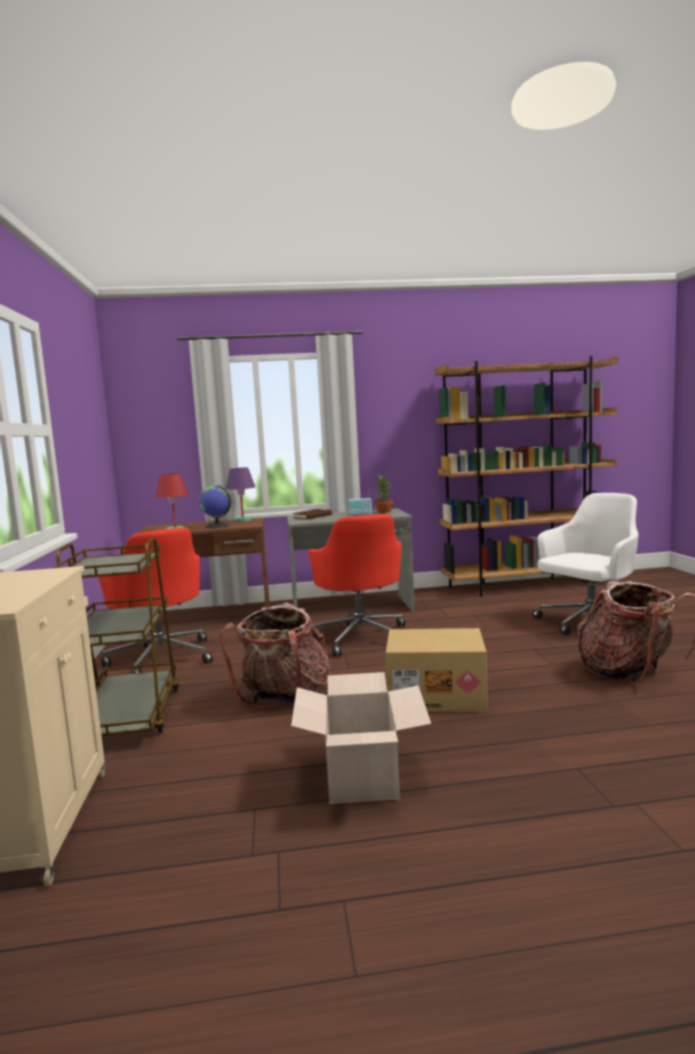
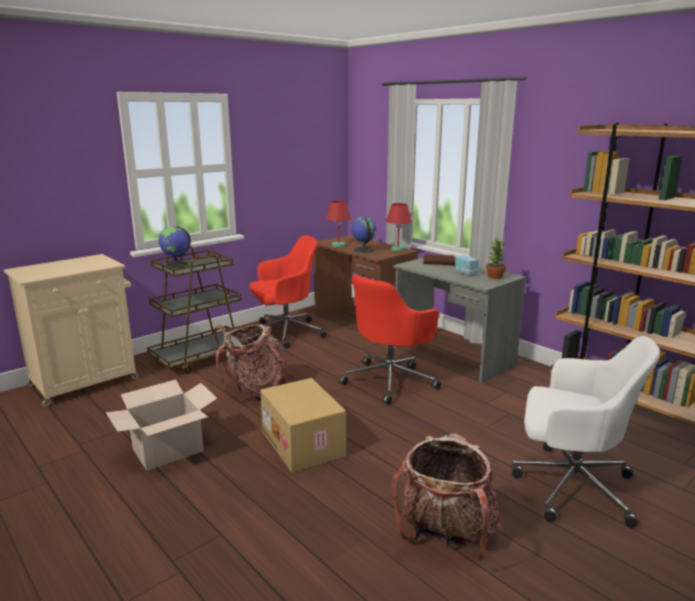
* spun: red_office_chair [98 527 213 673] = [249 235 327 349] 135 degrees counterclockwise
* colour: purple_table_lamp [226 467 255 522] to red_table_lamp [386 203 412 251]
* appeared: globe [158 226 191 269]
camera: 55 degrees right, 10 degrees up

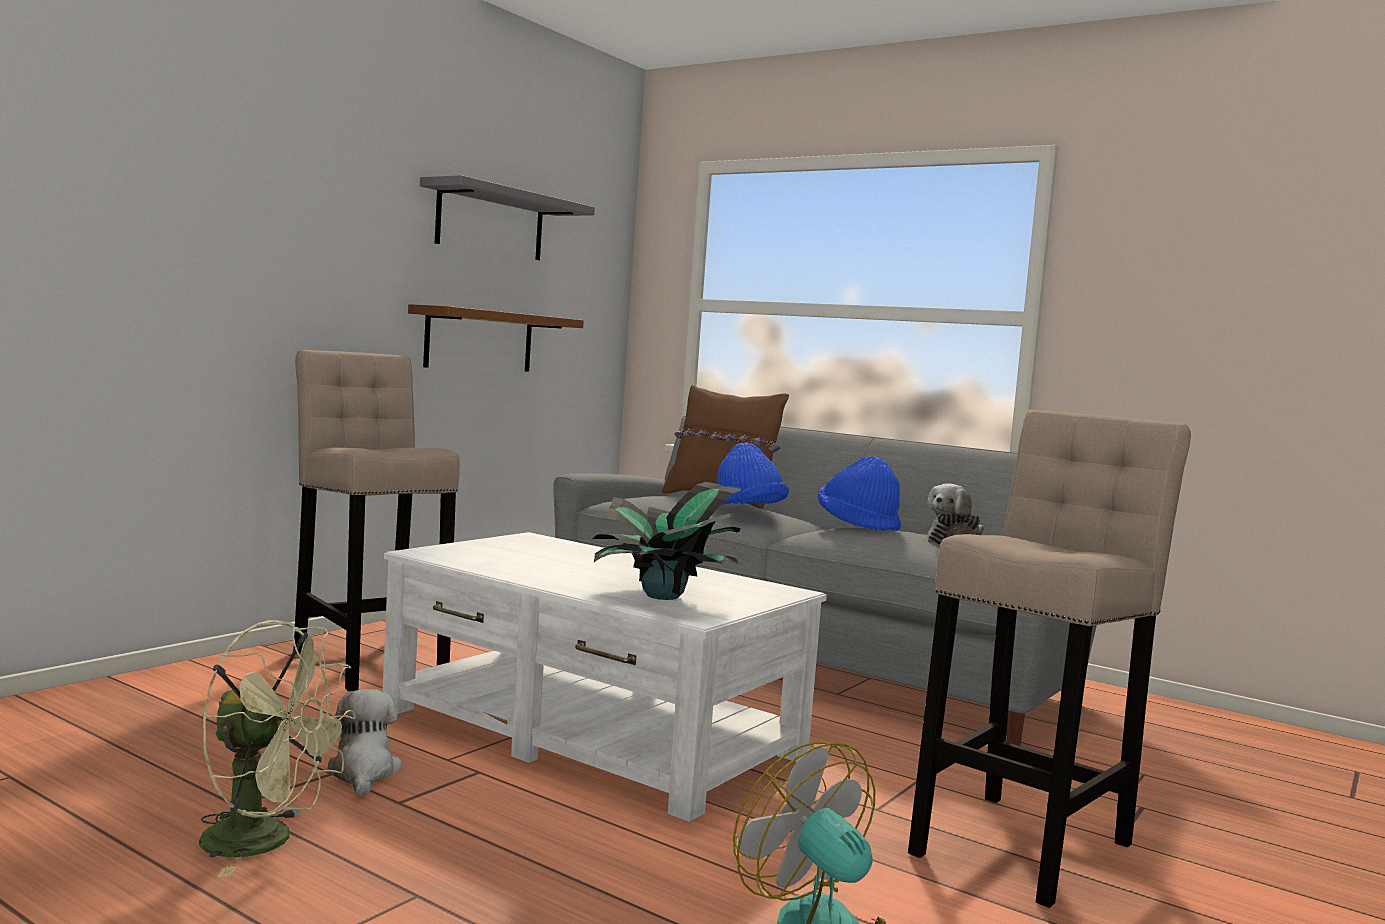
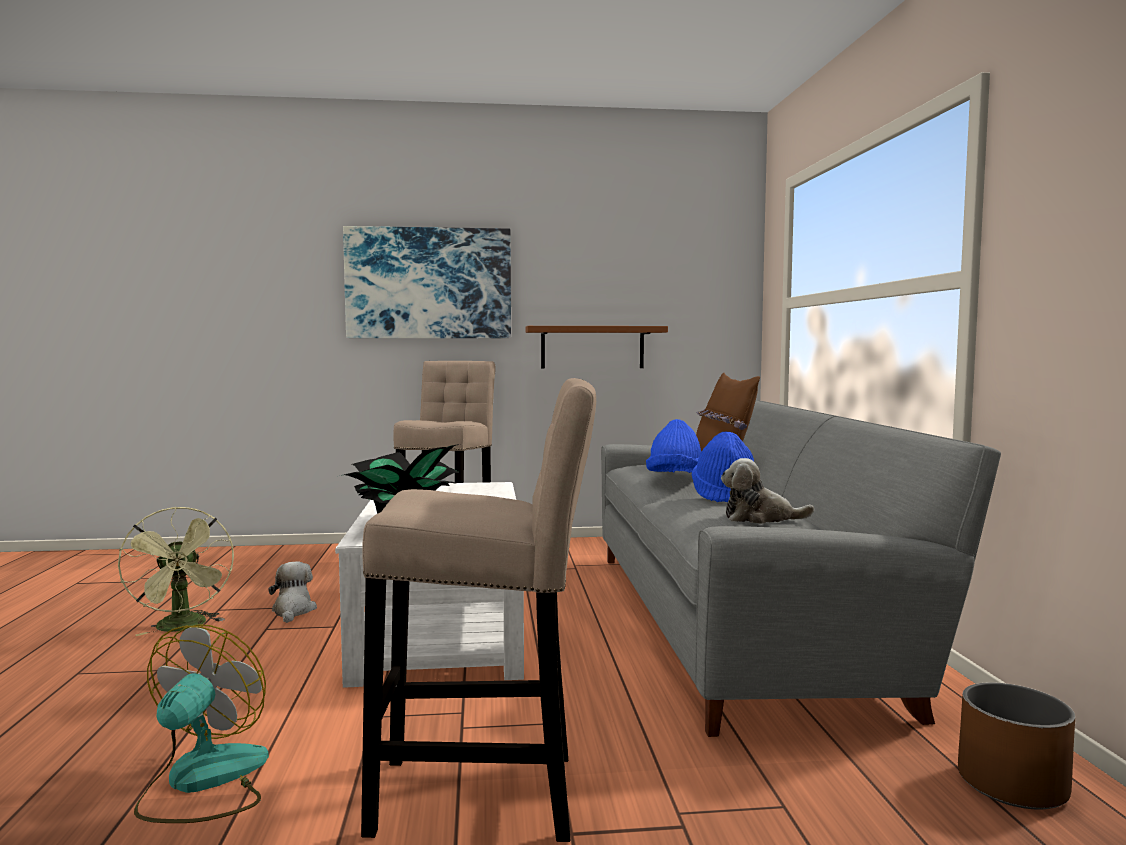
* spun: plush_toy [327 689 402 796] = [268 561 317 623] 45 degrees counterclockwise
* missing: grey_shelf [420 175 595 260]
* appeared: picture [343 226 511 338]
* appeared: brown_planter [958 682 1075 810]
camera: 50 degrees right, 0 degrees up

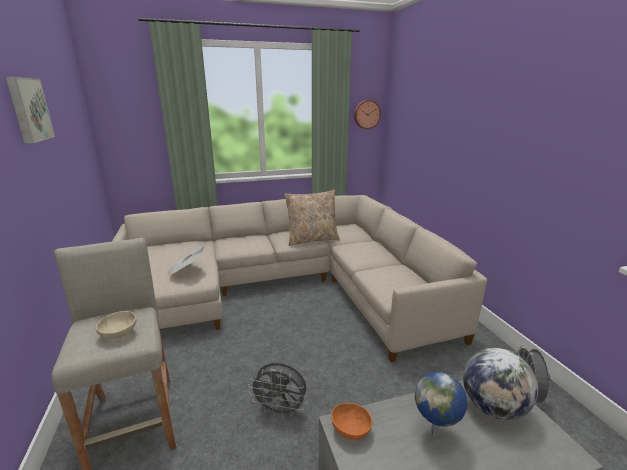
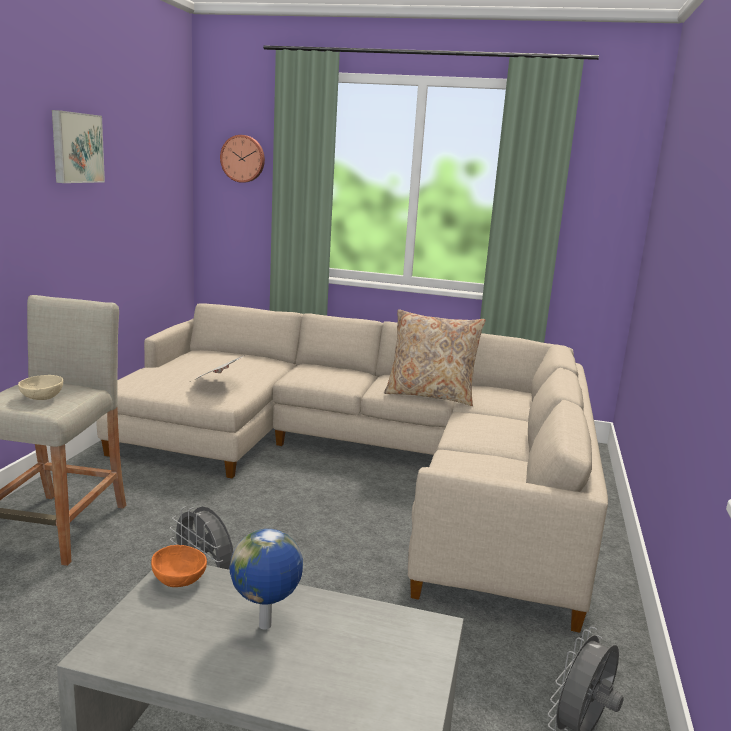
* relocated: wall_clock [354 100 381 129] to [220 135 265 183]
* missing: globe [463 348 538 420]
camera: 30 degrees right, 5 degrees down

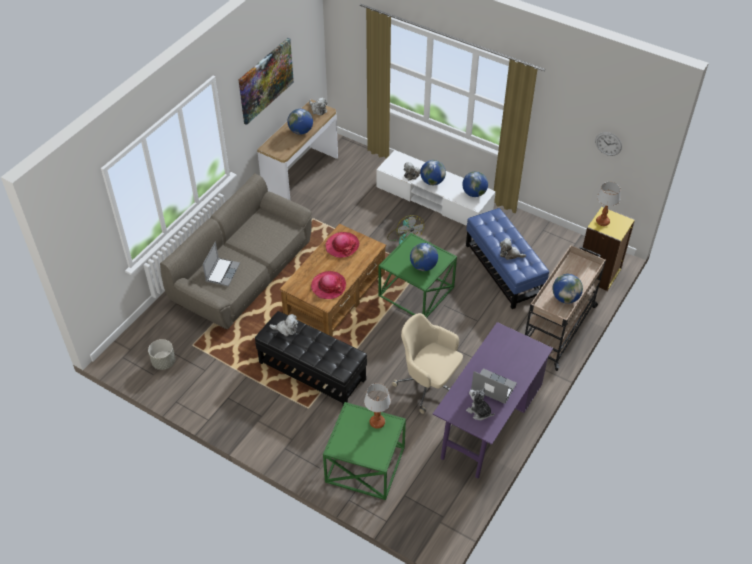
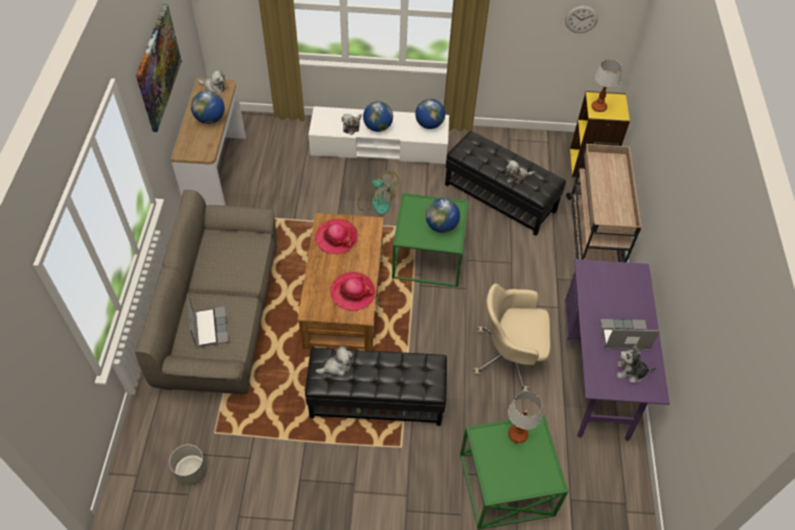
* colour: blue_ottoman [466 208 549 309] to black_ottoman [445 131 566 236]
* missing: globe [552 274 583 304]
camera: 30 degrees left, 5 degrees up

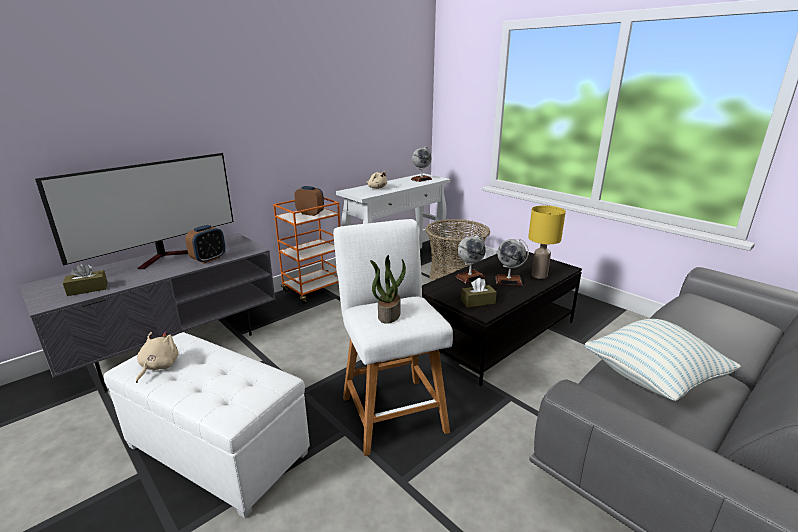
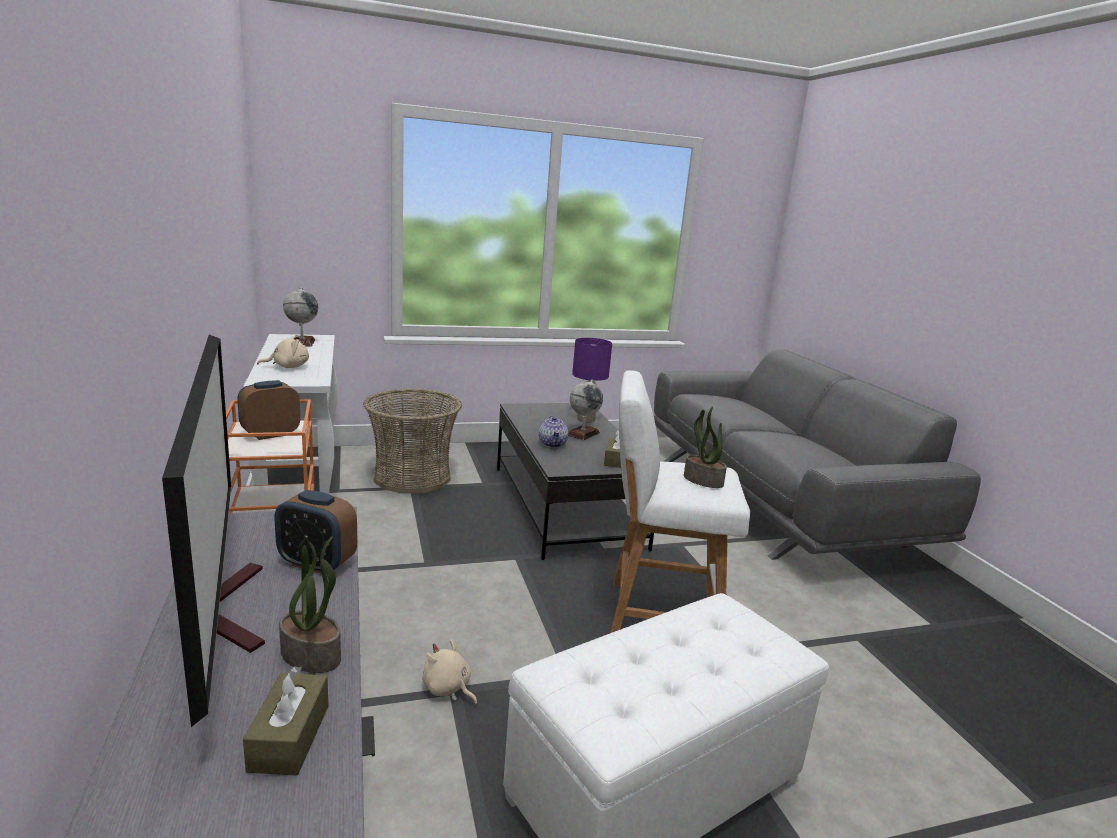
* relocated: beige_plush_toy [136 331 178 383] to [422 640 477 705]
* spun: alarm_clock [185 225 225 263] = [274 490 357 574] 135 degrees clockwise
* exchanged: globe [455 234 486 283] to teapot [539 416 568 448]
* colour: yellow_table_lamp [528 205 566 279] to purple_table_lamp [572 338 612 423]
* missing: pillow [584 319 741 401]
* appeared: potted_plant [279 536 341 673]
camera: 65 degrees left, 5 degrees down

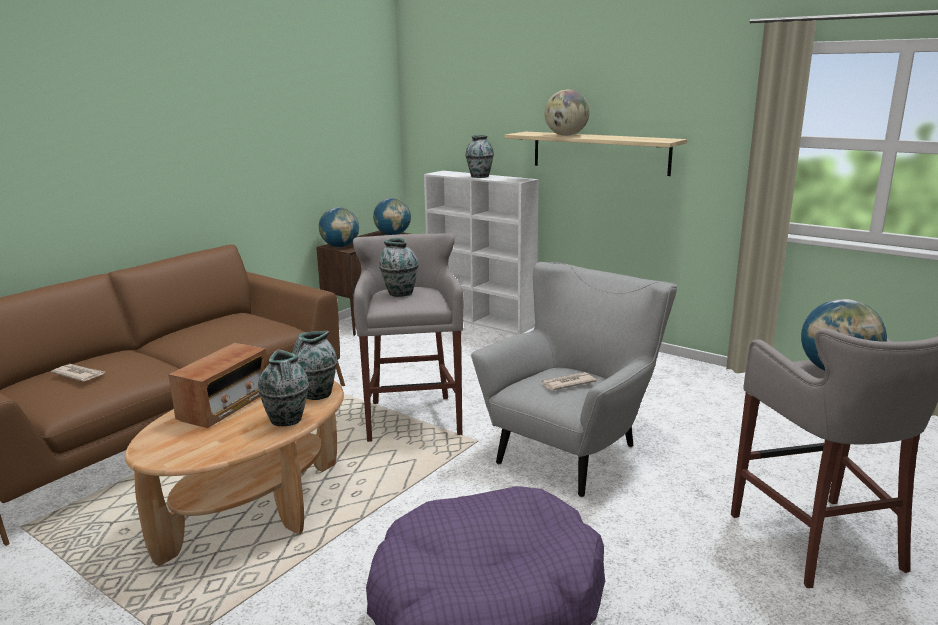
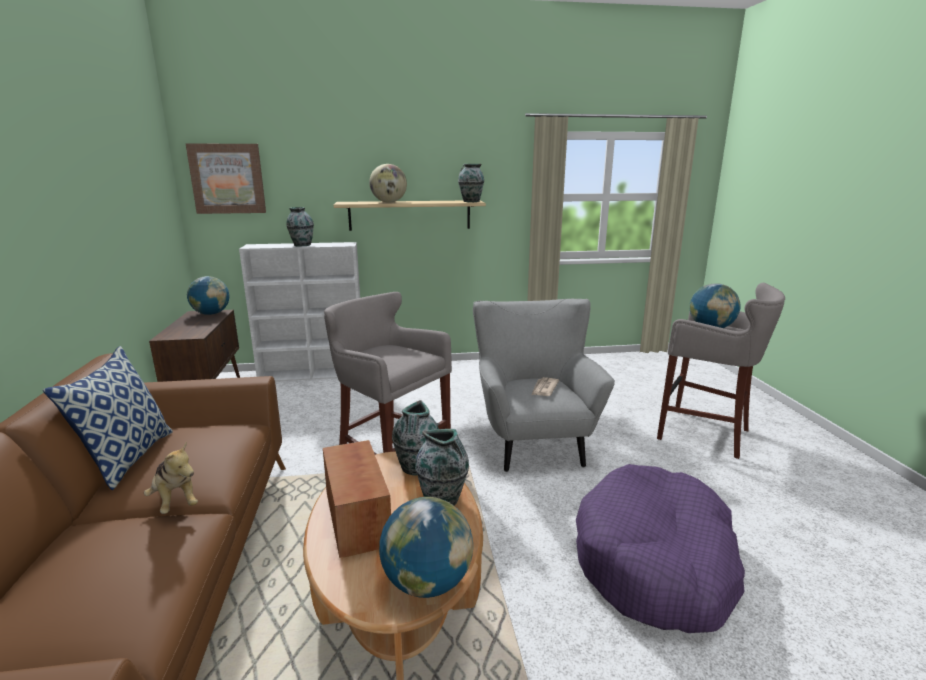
* missing: newspaper [51 364 105 382]
* relocated: globe [319 207 359 247] to [379 497 473 598]
* relocated: vase [379 238 419 297] to [458 164 484 202]
* appeared: pillow [43 346 173 490]
* appeared: plush_toy [144 442 198 514]
* appeared: picture [186 144 266 214]
camera: 45 degrees left, 0 degrees up

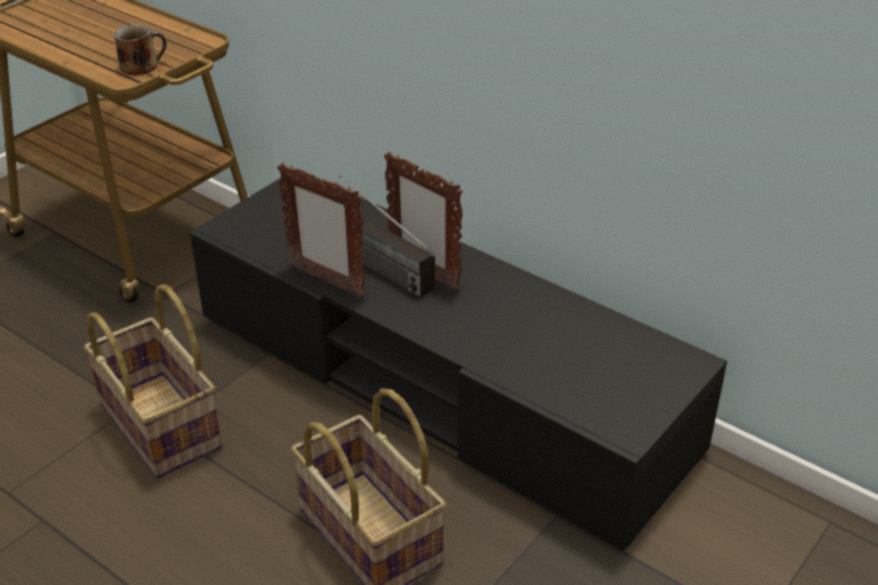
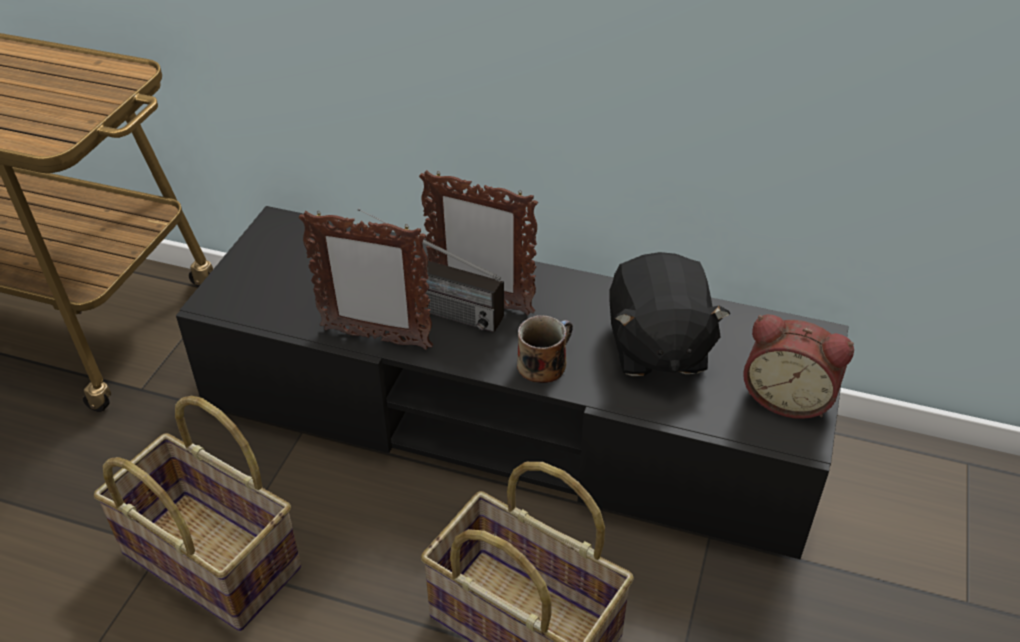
* relocated: mug [113 24 167 75] to [517 316 573 383]
* appeared: black_plush_toy [609 252 730 376]
* appeared: alarm_clock [743 314 854 419]
camera: 20 degrees left, 5 degrees up

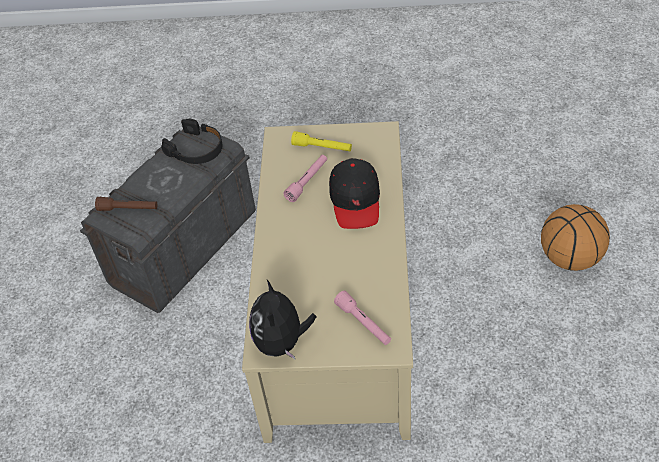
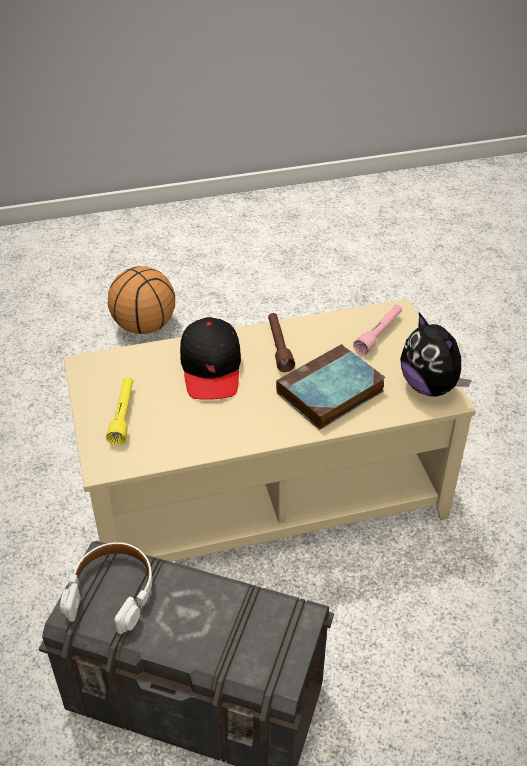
* relocated: brown_flashlight [95 197 157 211] to [268 313 295 372]
* colour: black_headphones [161 119 223 164] to white_headphones [60 542 152 634]
* spun: plush_toy [249 280 317 359] = [400 313 472 397] 75 degrees clockwise
* missing: pink_flashlight [283 155 327 202]
* spun: black_cap [329 158 380 229] = [180 317 241 400] 105 degrees clockwise
* appeared: book [276 344 386 430]
camera: 110 degrees left, 5 degrees down

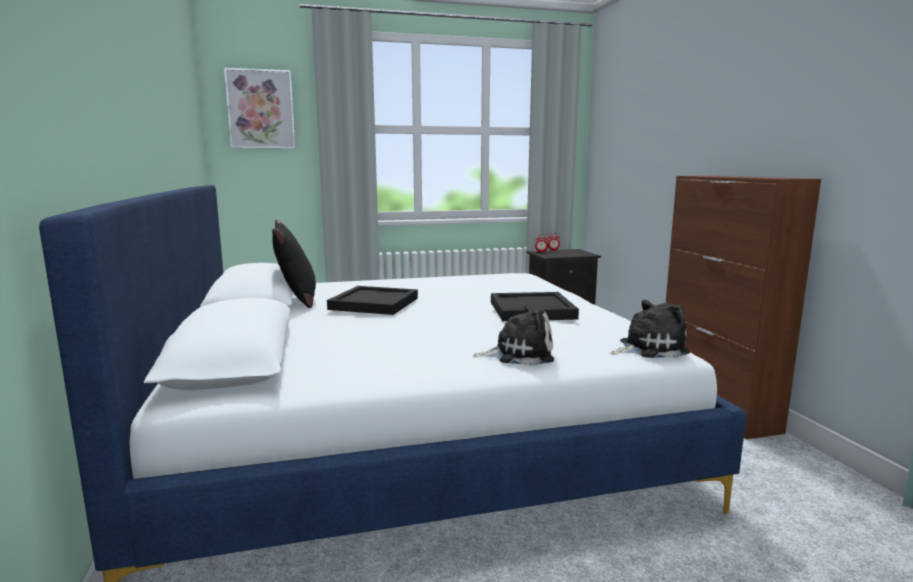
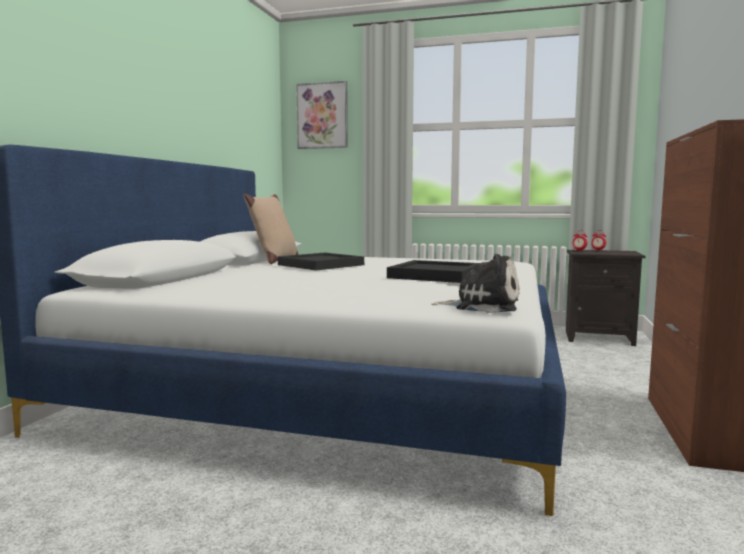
* colour: black_pillow [272 220 316 308] to beige_pillow [244 194 299 264]
* missing: plush_toy [473 304 554 365]
camera: 30 degrees right, 5 degrees down

